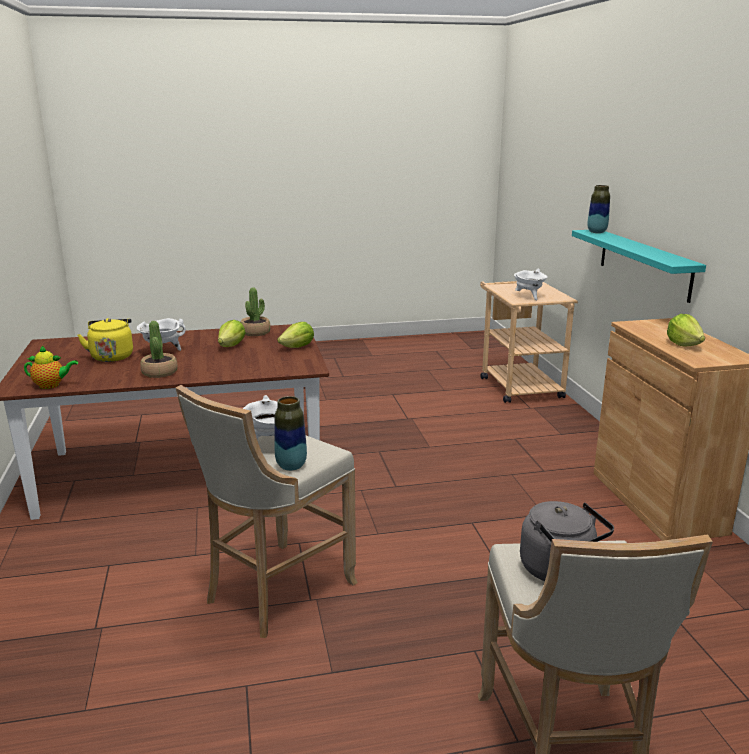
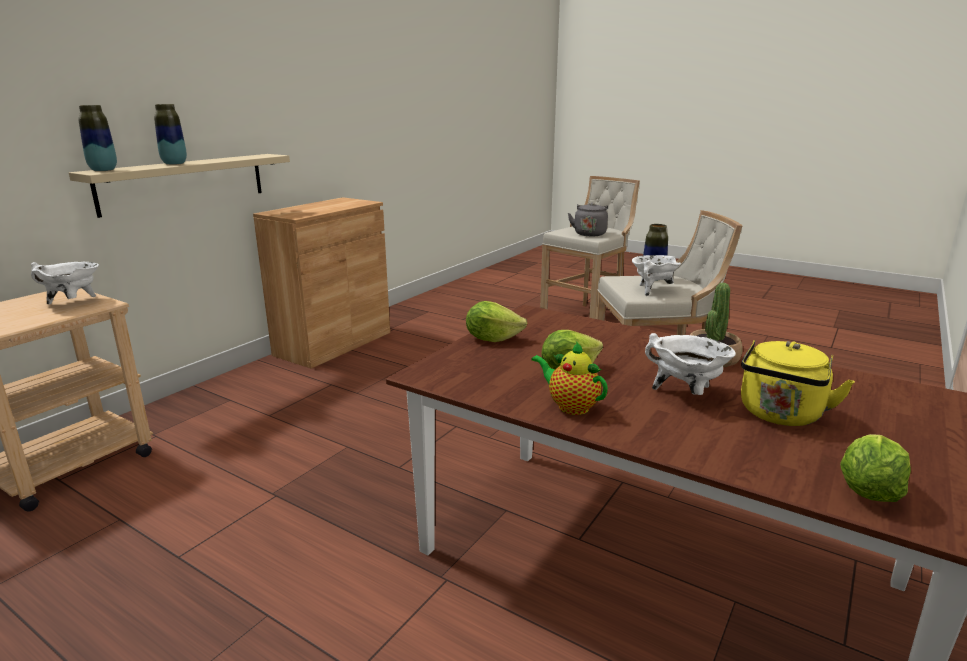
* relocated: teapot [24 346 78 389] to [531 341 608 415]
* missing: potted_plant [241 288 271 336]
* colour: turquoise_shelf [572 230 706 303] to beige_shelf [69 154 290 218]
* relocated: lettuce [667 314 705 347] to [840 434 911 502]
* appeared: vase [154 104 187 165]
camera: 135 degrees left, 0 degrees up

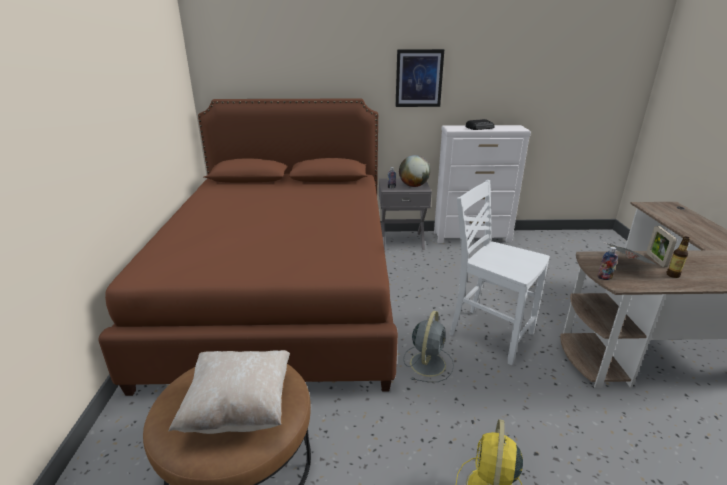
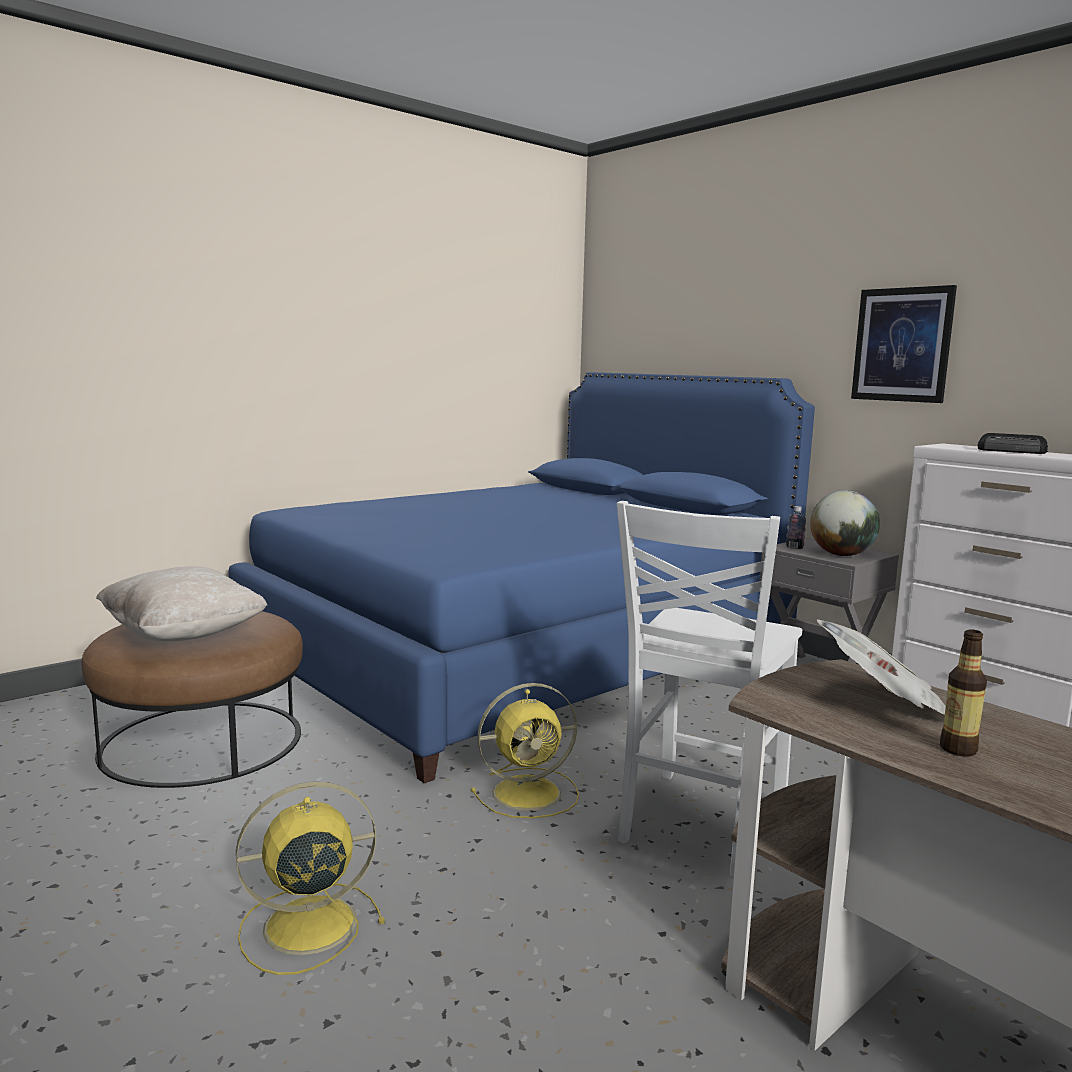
* colour: brown_bed [99 98 398 396] to blue_bed [228 372 815 783]
* colour: grey_fan [403 311 454 382] to yellow_fan [471 683 579 818]
* spun: white_chair [449 180 550 365] = [617 501 802 876] 150 degrees counterclockwise
* missing: bottle [598 247 618 280]
* missing: picture_frame [647 226 677 267]
camera: 50 degrees right, 15 degrees down

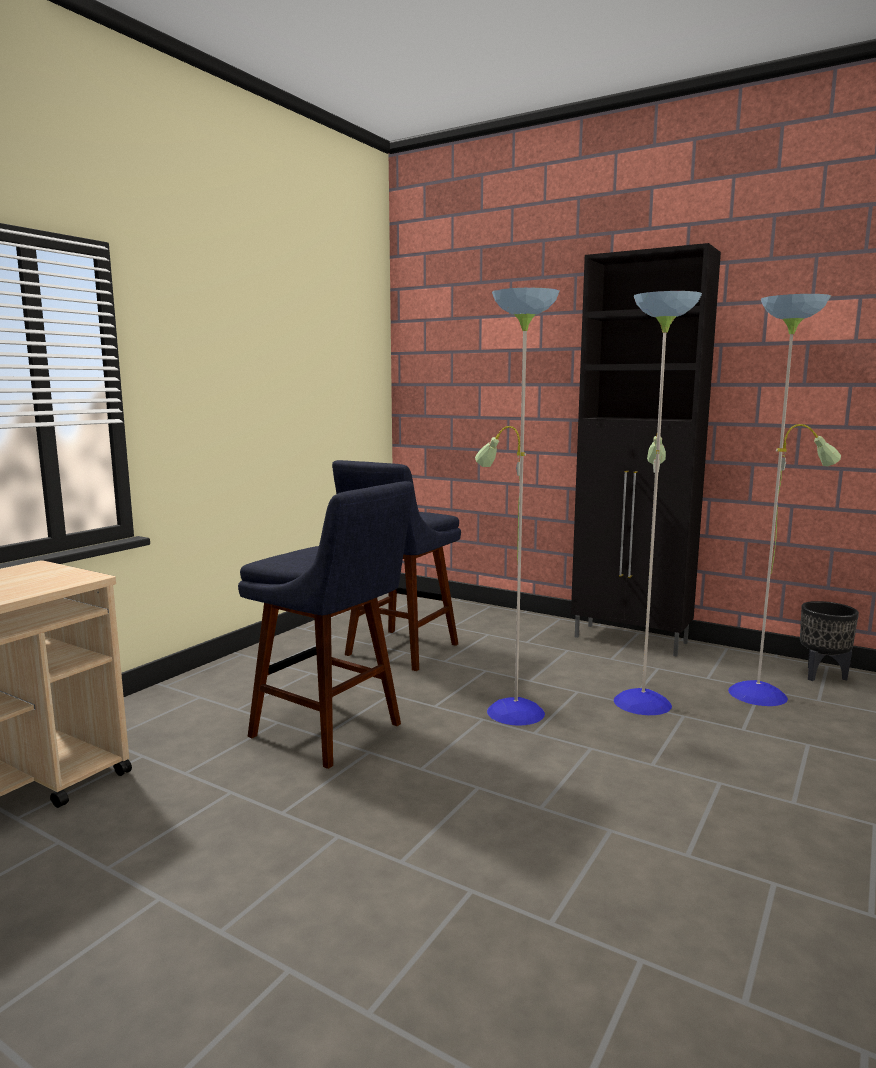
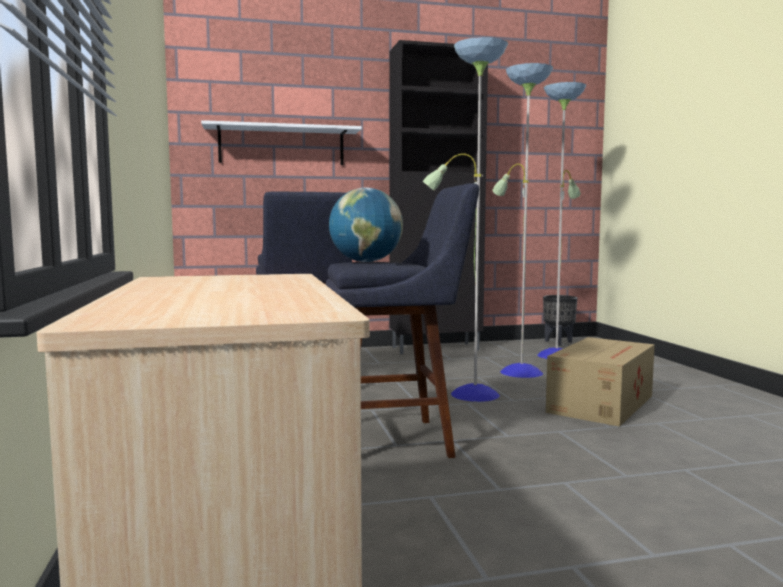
* appeared: white_shelf [201 120 362 165]
* appeared: globe [329 188 403 262]
* appeared: cardboard_box [546 337 655 427]
camera: 45 degrees left, 5 degrees down

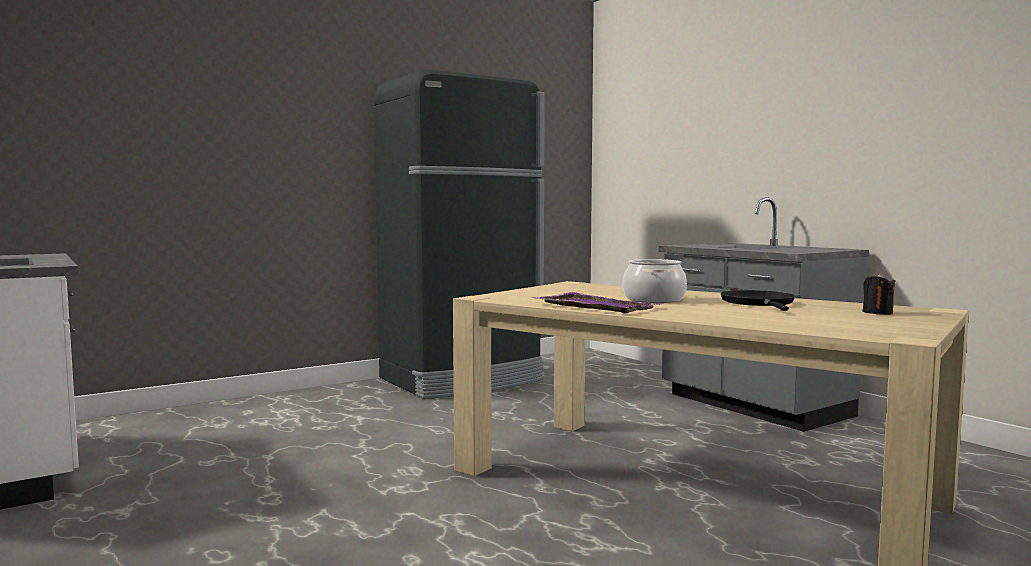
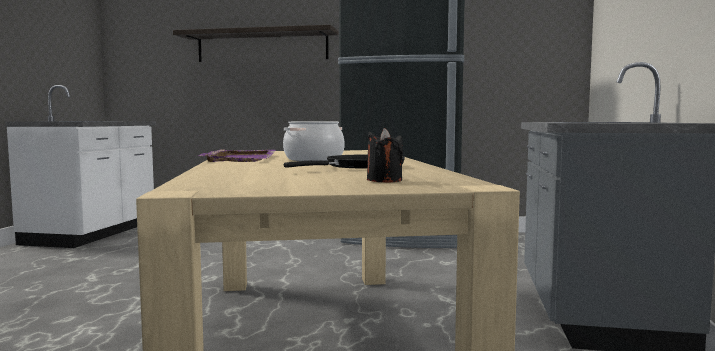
* appeared: shelf [173 25 339 62]
camera: 45 degrees right, 0 degrees up

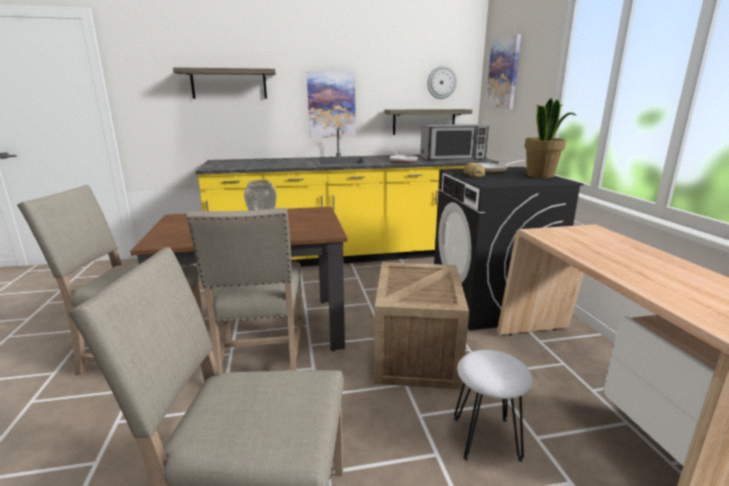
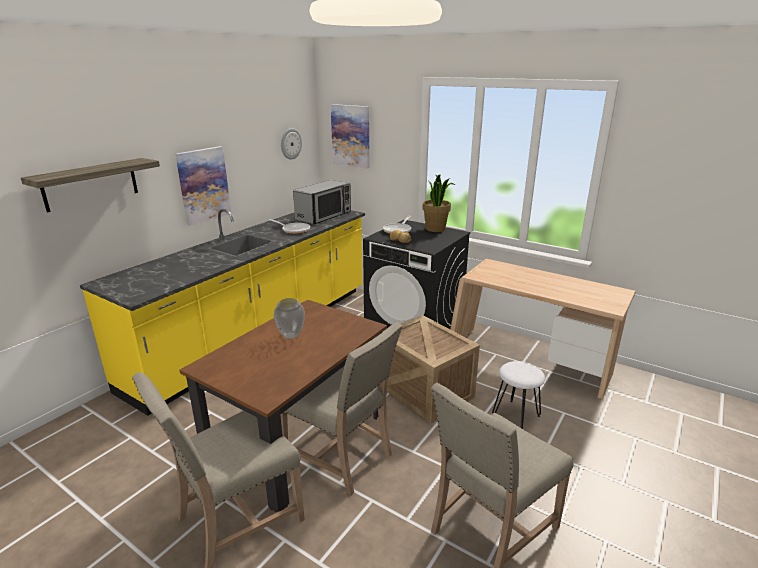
* missing: shelf [384 109 472 135]
camera: 45 degrees left, 5 degrees up

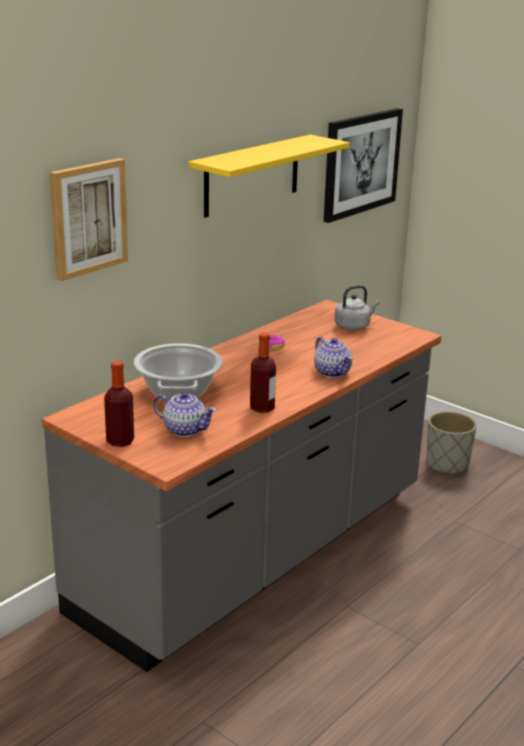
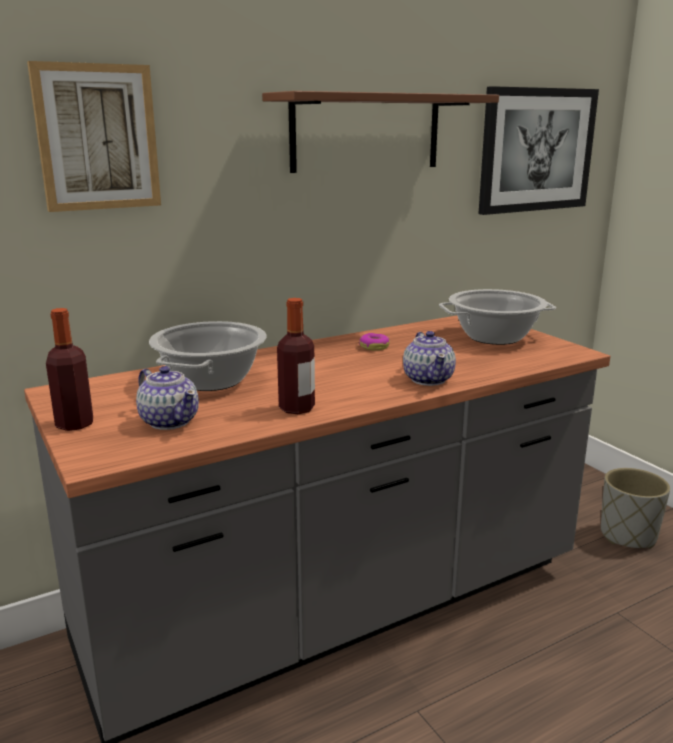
* colour: yellow_shelf [188 135 350 218] to brown_shelf [262 91 499 173]
* exchanged: grey_kettle [335 285 379 330] to cooking_pot [439 289 556 345]
camera: 20 degrees right, 5 degrees down

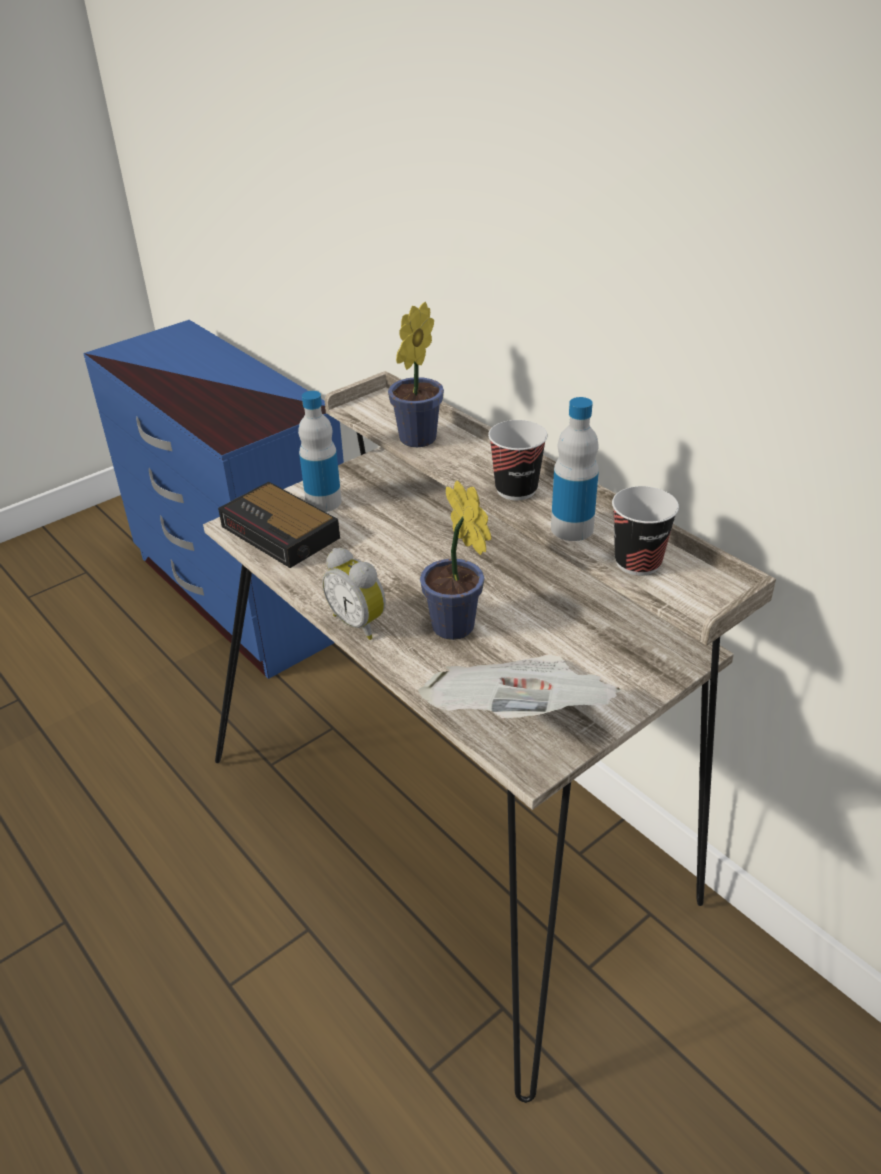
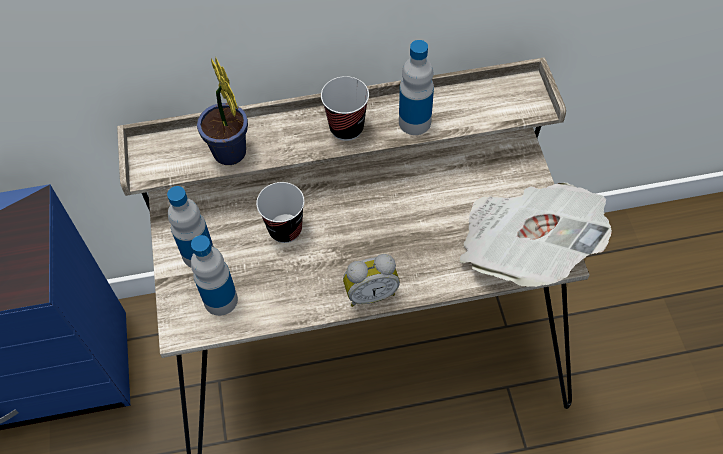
* exchanged: alarm_clock [218 482 340 568] to bottle [191 235 238 316]
* missing: potted_plant [420 480 492 640]
* relocated: cup [612 486 679 576] to [256 182 304 243]
camera: 60 degrees left, 20 degrees up

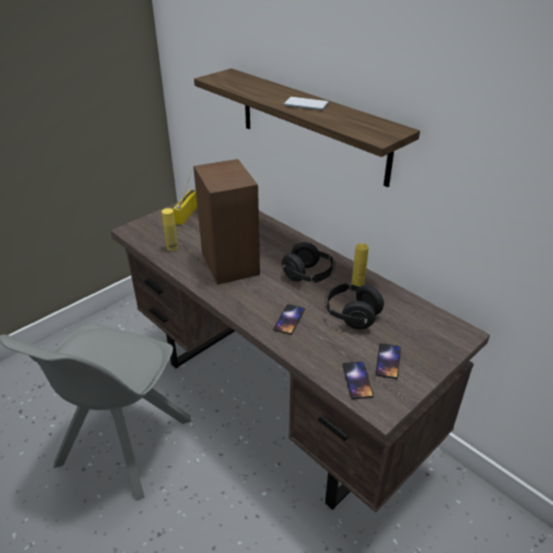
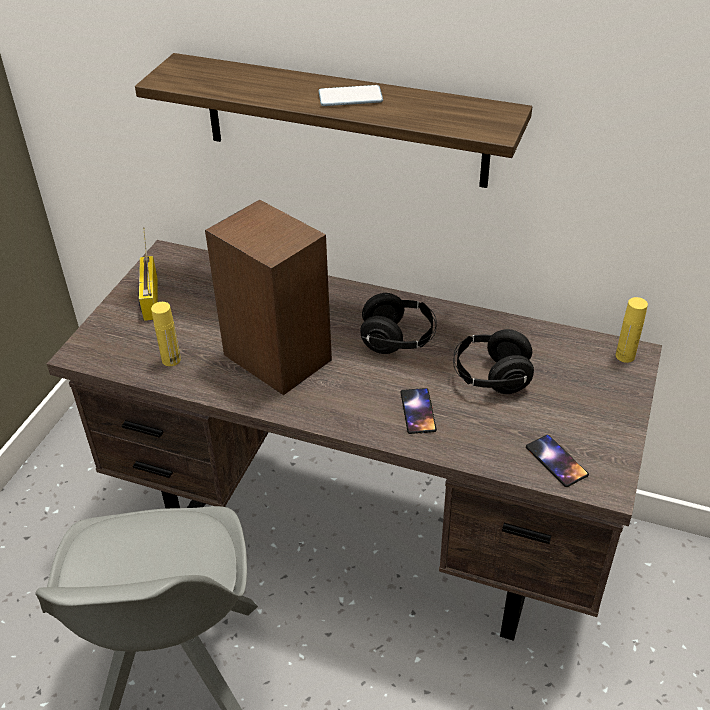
* relocated: yellow_bottle [351 243 369 287] to [616 297 648 363]
* missing: phone [376 343 401 379]
camera: 25 degrees left, 5 degrees up

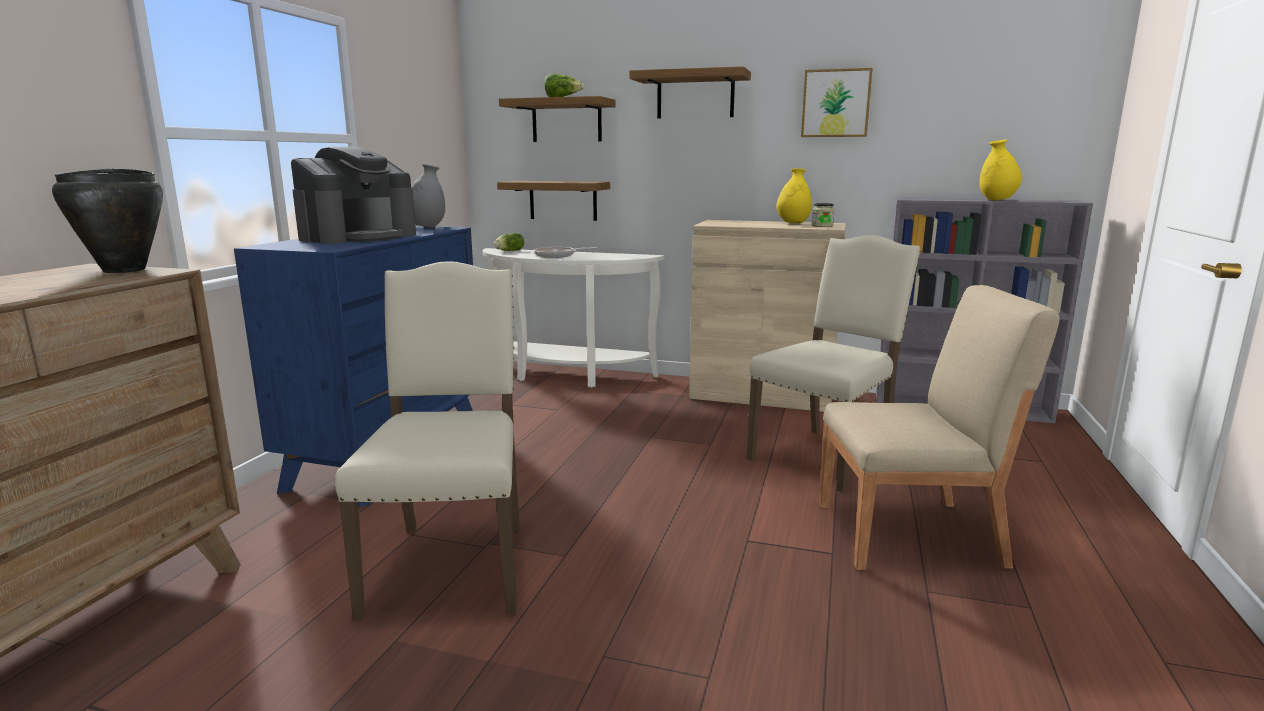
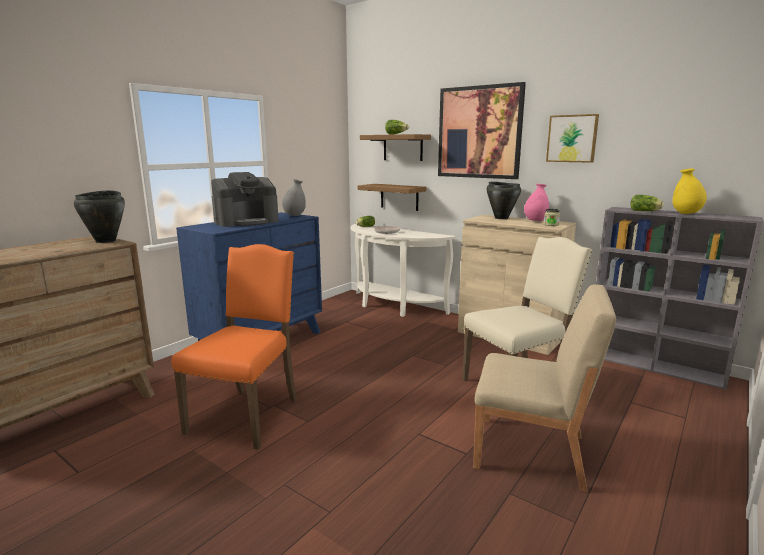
* colour: beige_chair [335 261 520 620] to orange_chair [171 244 297 450]
* exchanged: shelf [629 66 751 118] to picture [438 82 526 179]
* colour: yellow_vase [776 168 812 223] to pink_vase [524 184 549 221]
* appeared: black_cooking_pot [487 182 521 219]
* appeared: lettuce [630 195 664 211]
camera: 20 degrees right, 0 degrees up

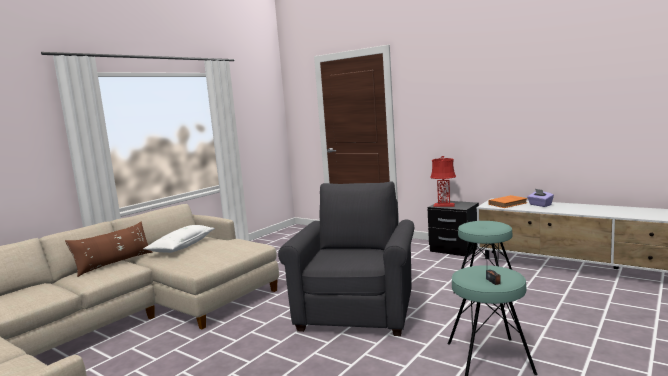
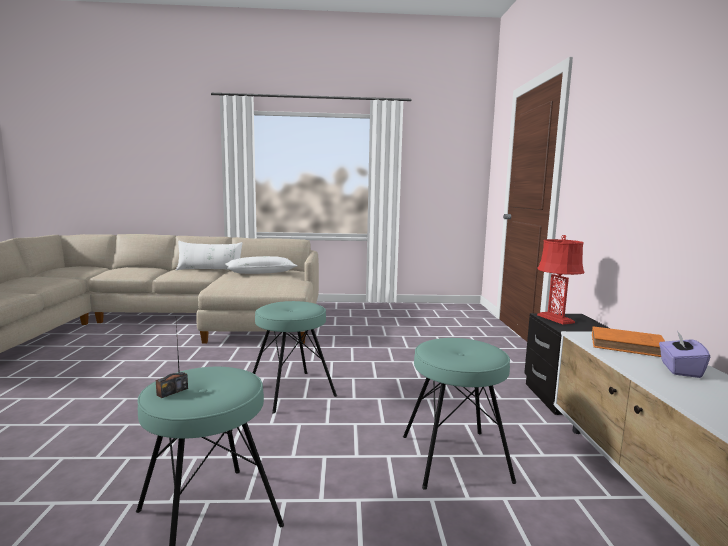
* colour: brown_pillow [65 222 153 277] to white_pillow [176 241 243 270]
* exchanged: grey_armchair [278 181 414 336] to turquoise_stool [253 301 337 414]
camera: 50 degrees right, 0 degrees up

